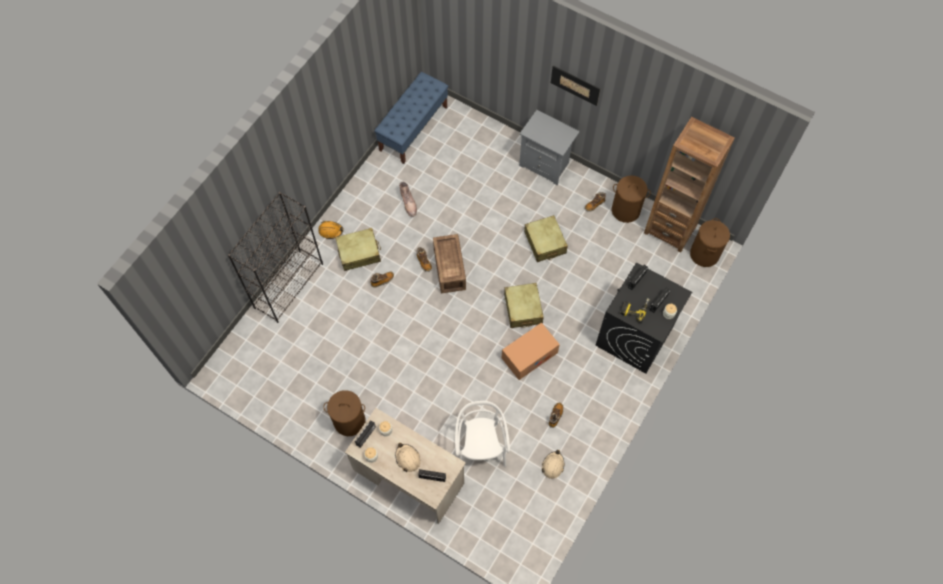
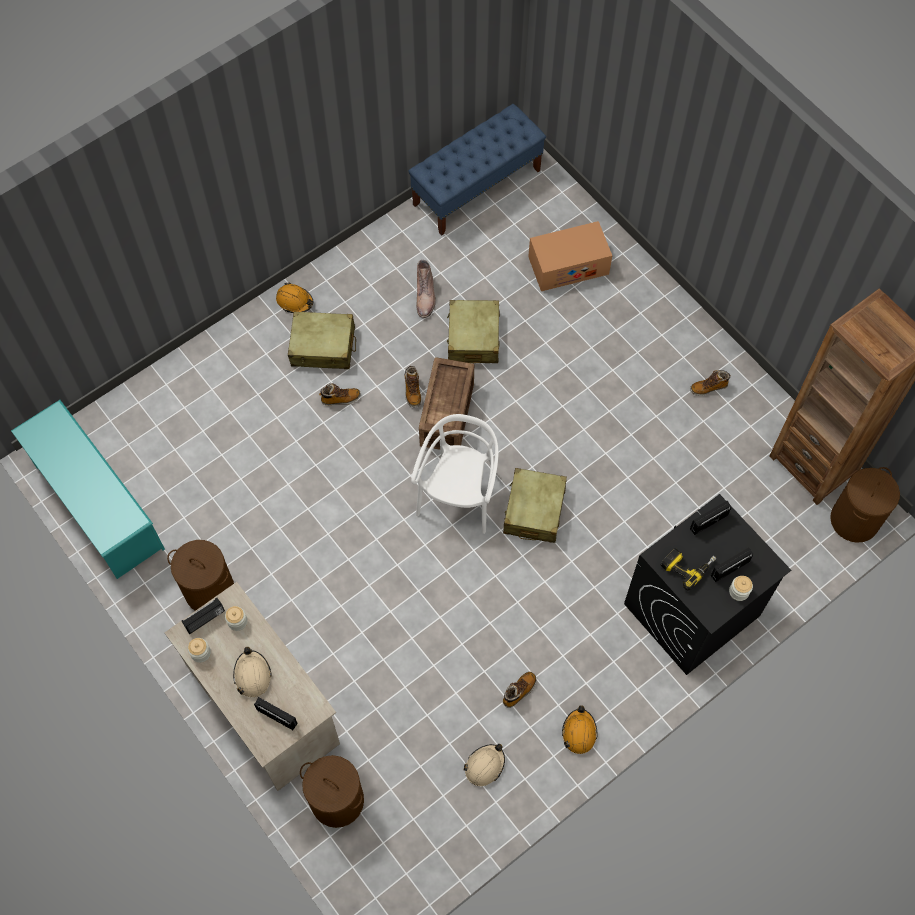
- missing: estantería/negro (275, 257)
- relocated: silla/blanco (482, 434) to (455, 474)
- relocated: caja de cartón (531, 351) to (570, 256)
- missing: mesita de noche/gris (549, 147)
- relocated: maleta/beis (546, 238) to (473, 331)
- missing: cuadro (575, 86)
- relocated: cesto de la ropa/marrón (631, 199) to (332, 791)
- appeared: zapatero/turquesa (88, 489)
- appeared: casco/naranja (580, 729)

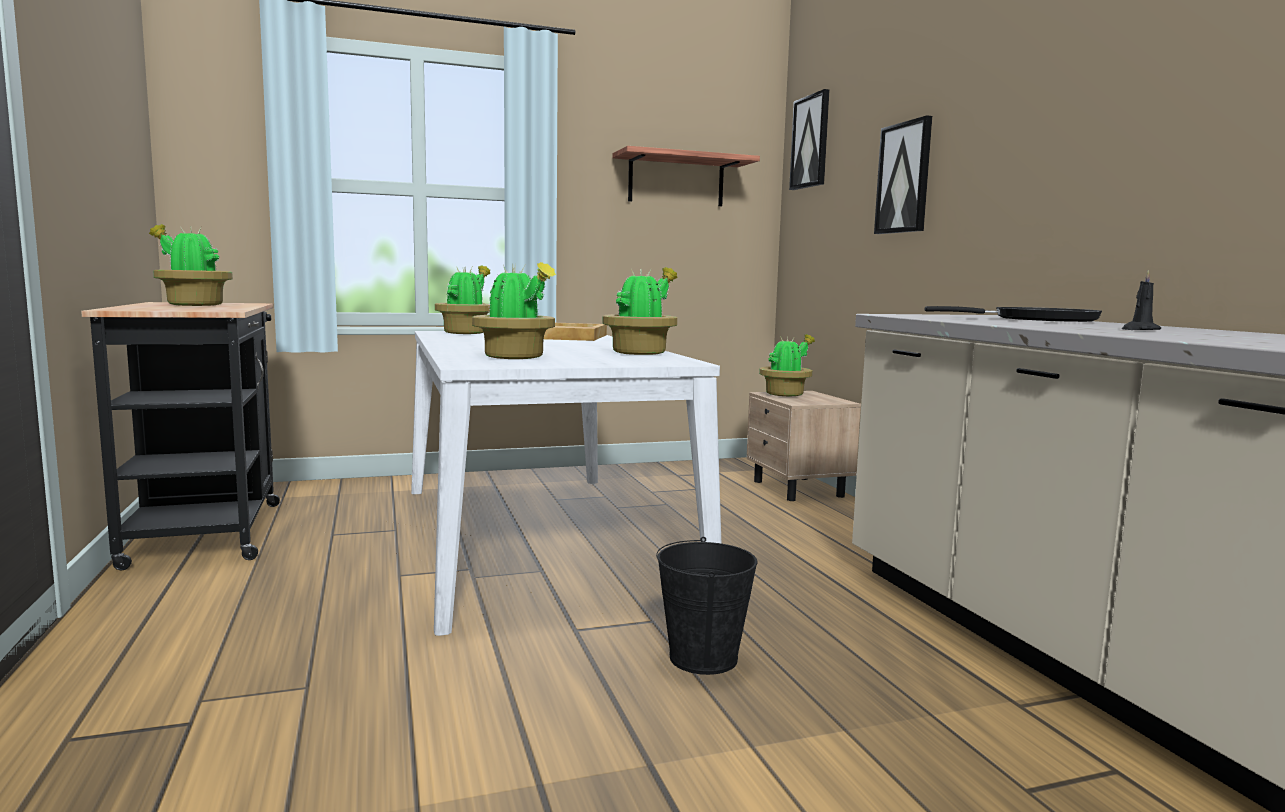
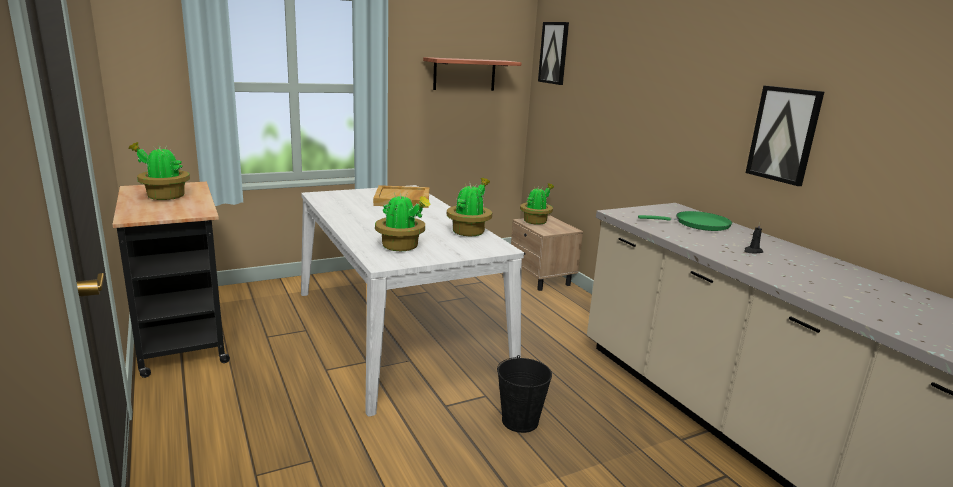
- missing: planta en maceta (462, 299)
- relocated: cuadro (903, 174) to (785, 136)
- colour: sartén/negro (1013, 314) to sartén/verde (685, 221)

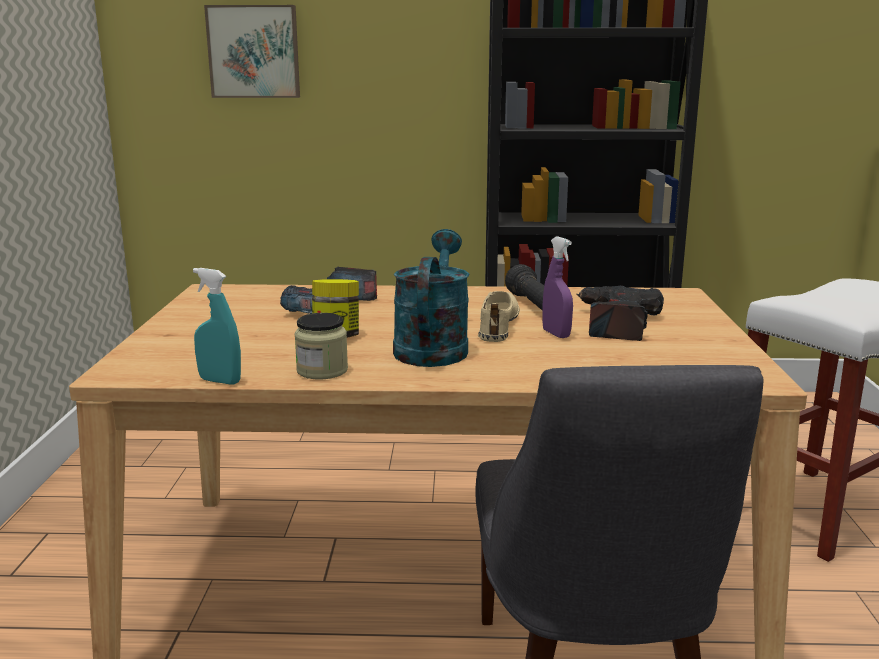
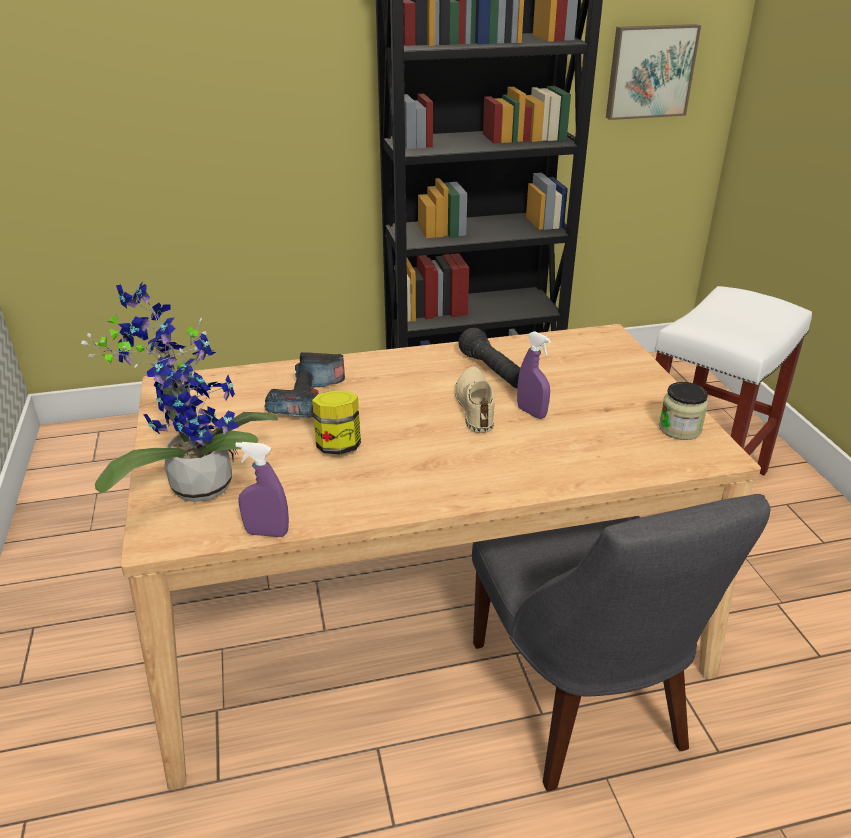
- colour: pulverizador/turquesa (217, 326) to pulverizador/morado (262, 489)
- relocated: cuadro (252, 51) to (653, 72)
- relocated: tarro (321, 346) to (683, 411)
- missing: regadera/turquesa (431, 298)
- missing: taladro (620, 313)
- appeared: planta en maceta (179, 392)

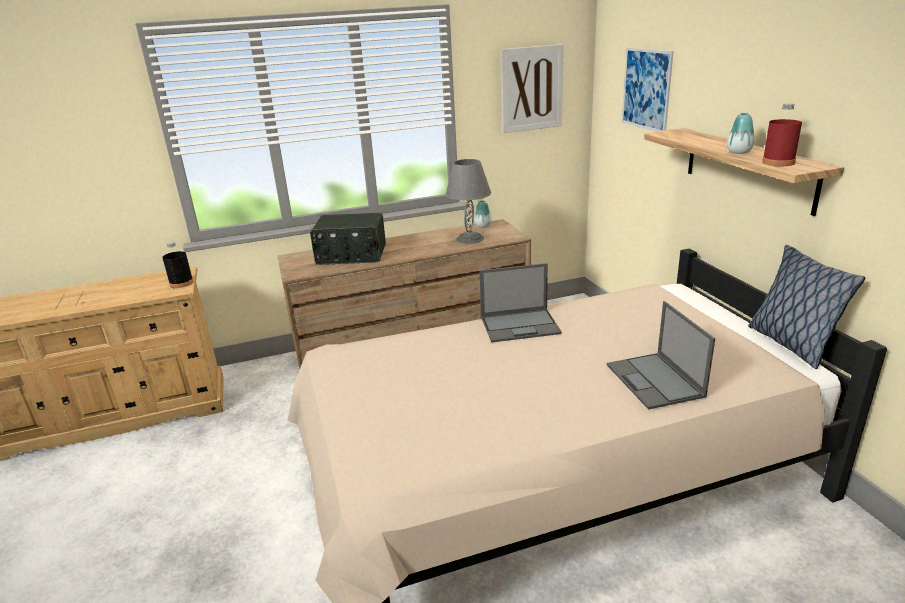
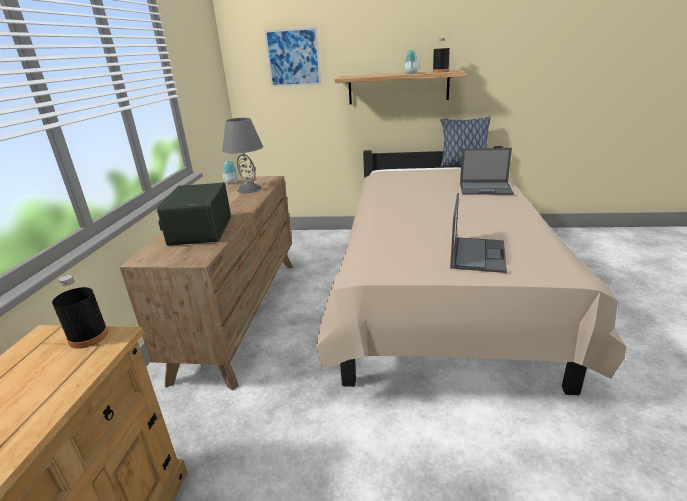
- spun: radio (348, 239) = (194, 214) 150 degrees clockwise
- relocated: portátil (521, 302) to (478, 233)
- missing: cuadro (532, 88)
- colour: botella/rojo (782, 134) to botella/negro (441, 55)

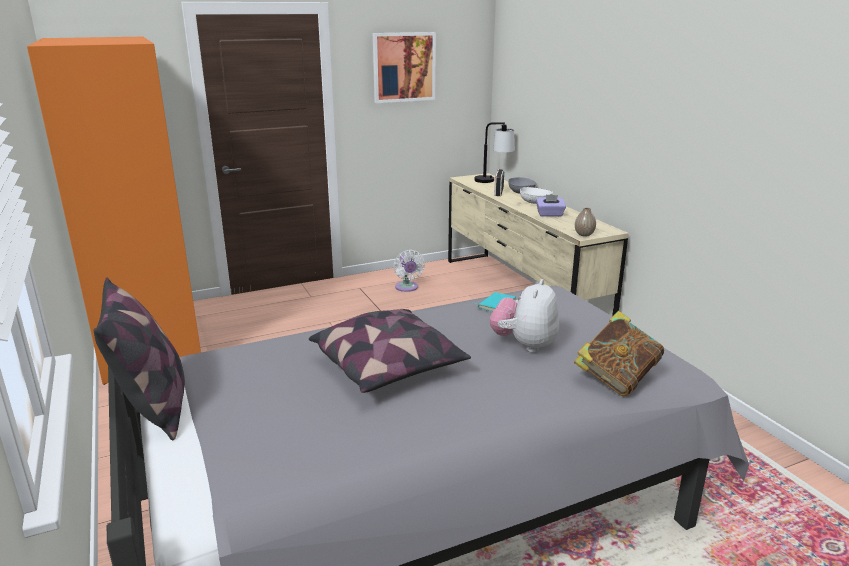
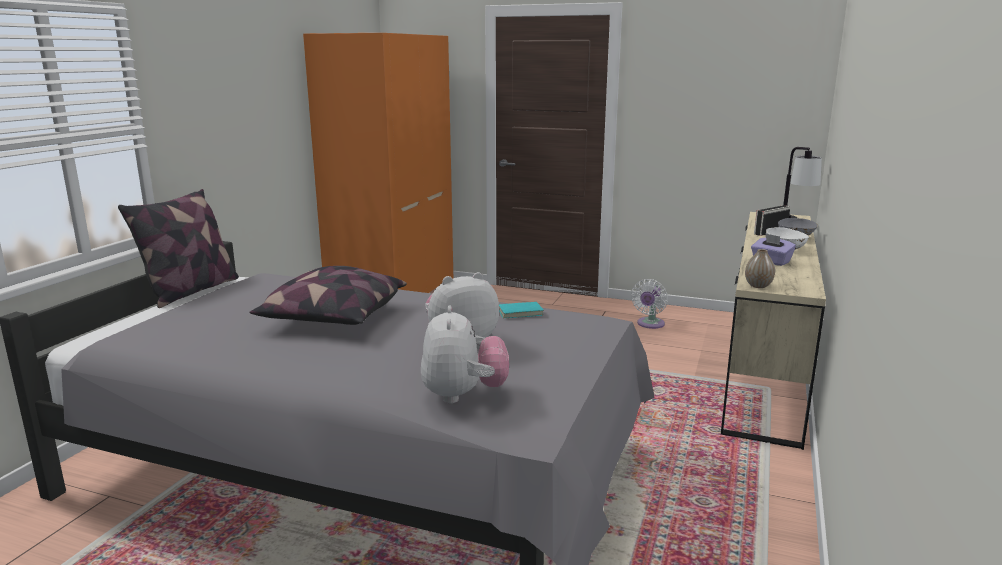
- missing: cuadro (404, 67)
- exchanged: libro (619, 353) to peluche (465, 354)

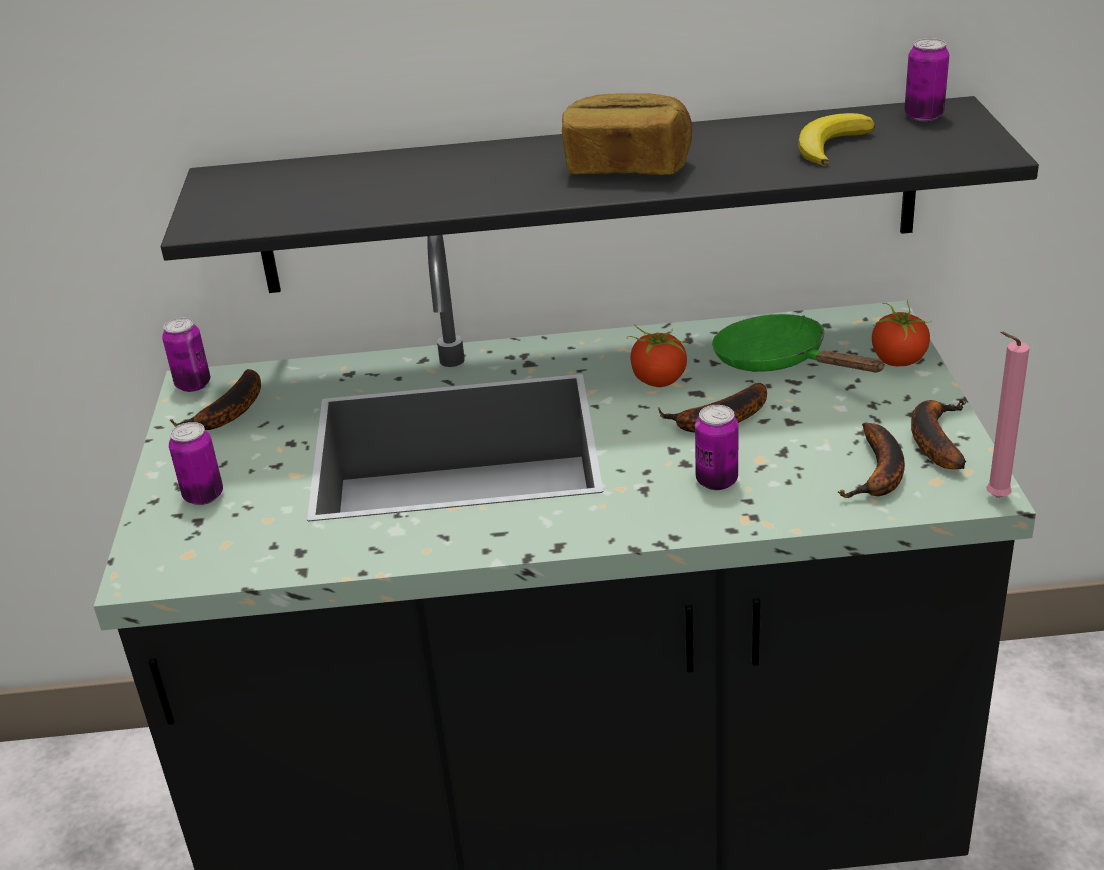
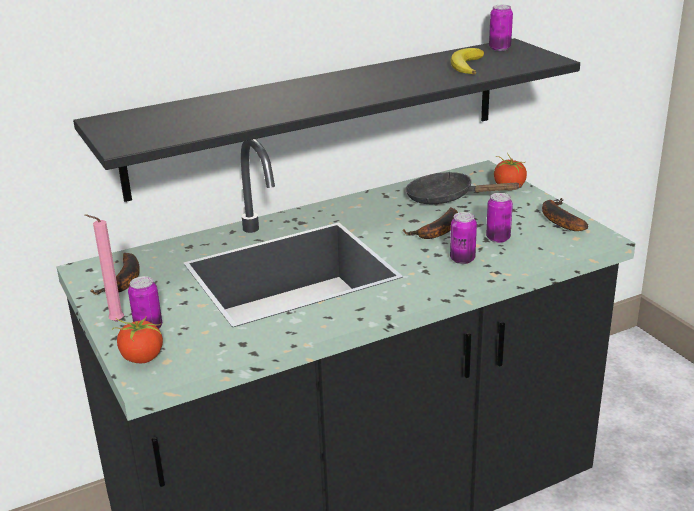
- relocated: lata (186, 355) to (499, 218)
- missing: pan (627, 134)
- relocated: tomate (657, 355) to (137, 340)
- colour: sartén/verde (798, 343) to sartén/negro (463, 188)
- missing: plátano (871, 460)
- relocated: vela/rosa (1007, 415) to (104, 268)

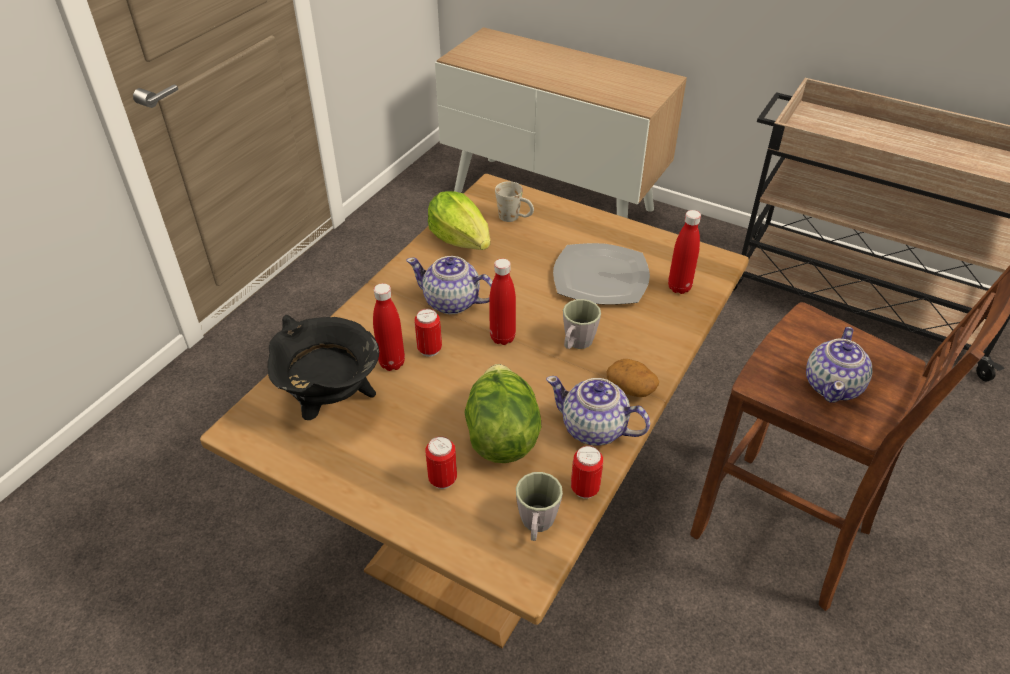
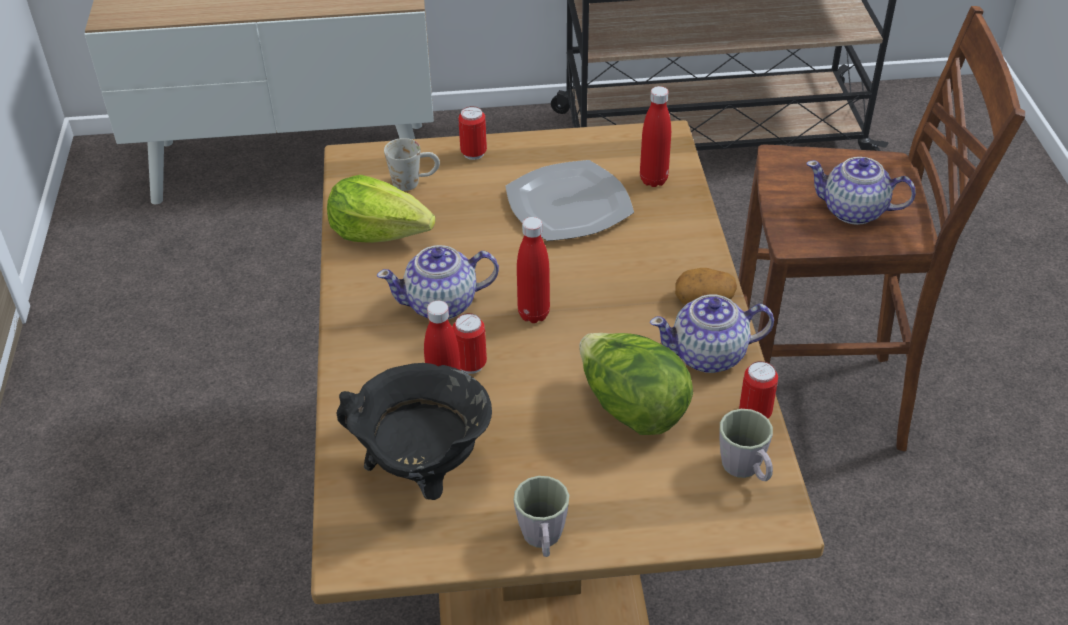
- relocated: lata (441, 462) to (472, 133)
- relocated: taza grande/gris (582, 324) to (541, 516)
- spun: tetera (839, 364) = (861, 191) 120 degrees clockwise

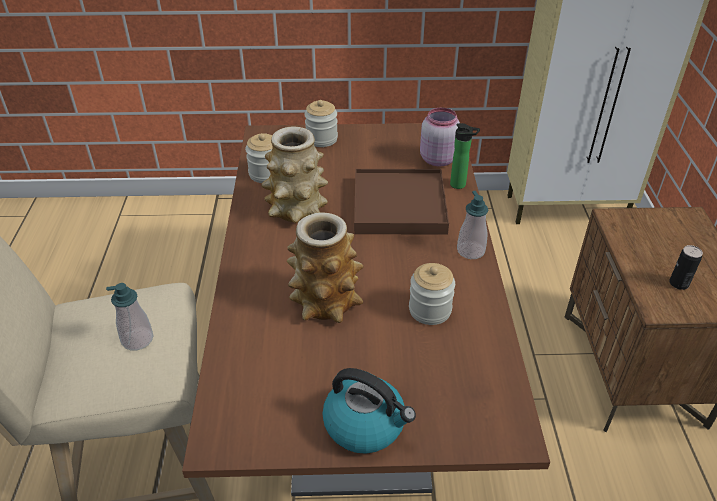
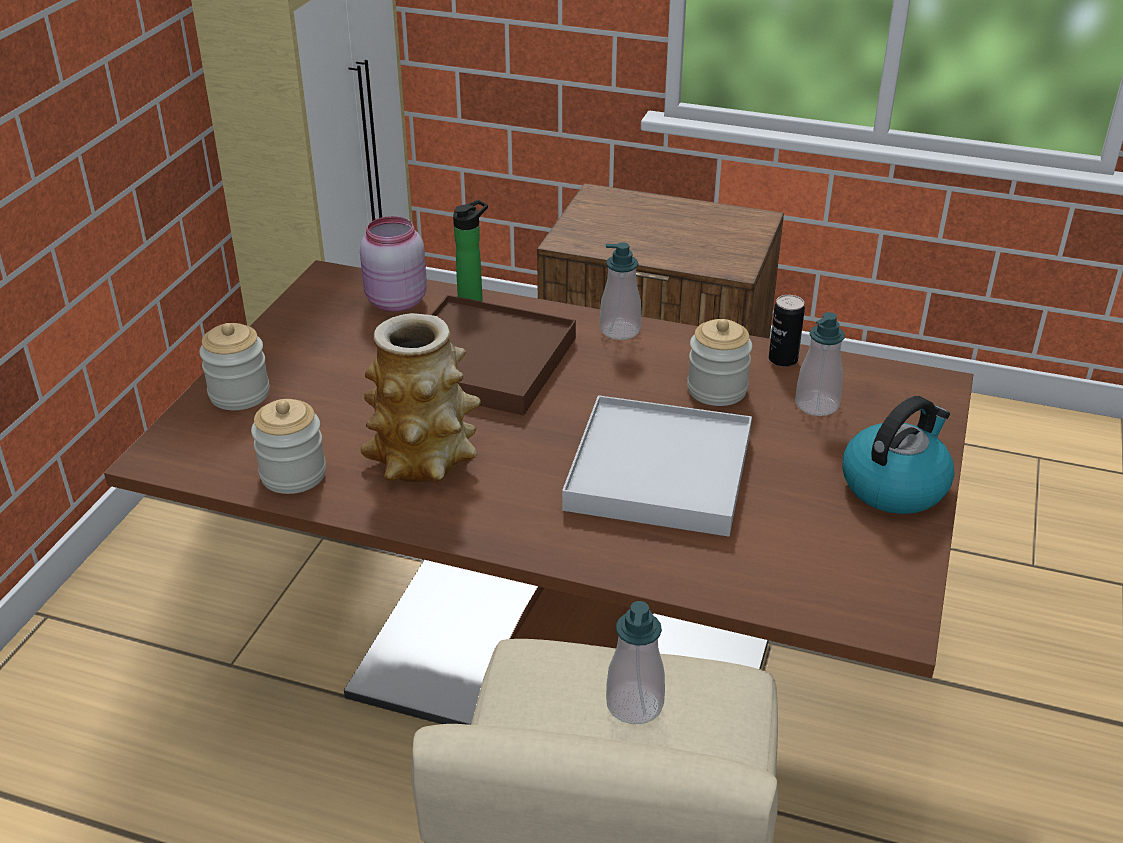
- exchanged: florero (325, 267) to bandeja/blanco (657, 466)
- relocated: lata (686, 267) to (787, 331)
- appeared: dispensador de jabón (820, 364)

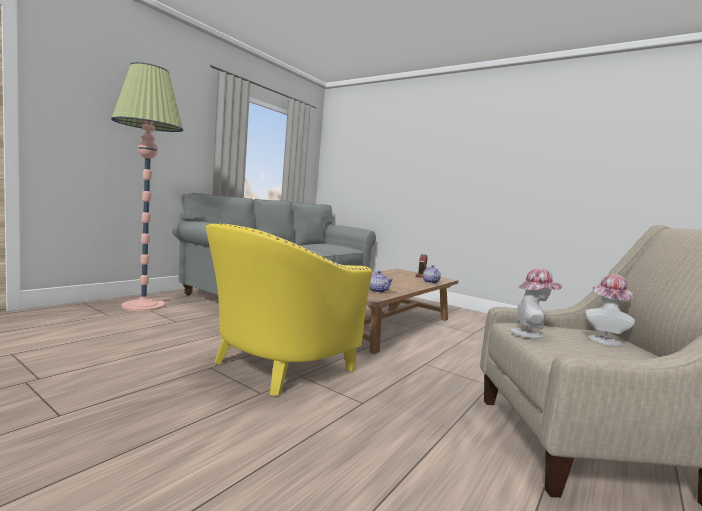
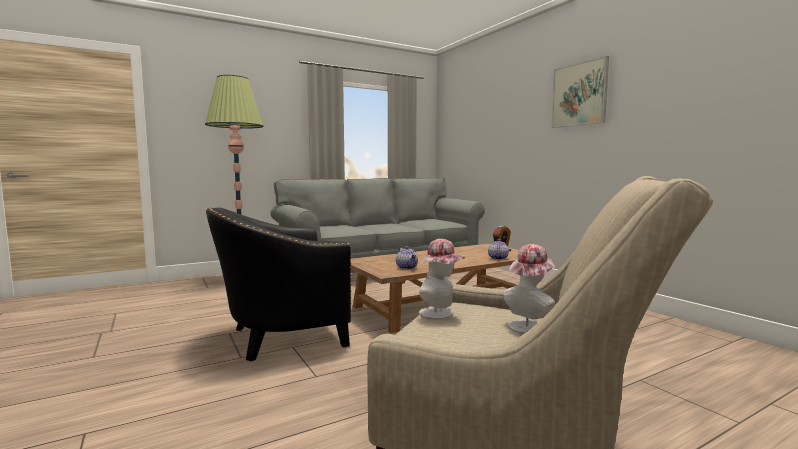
- colour: sillón/amarillo (289, 309) to sillón/negro (278, 284)
- appeared: cuadro (580, 92)

